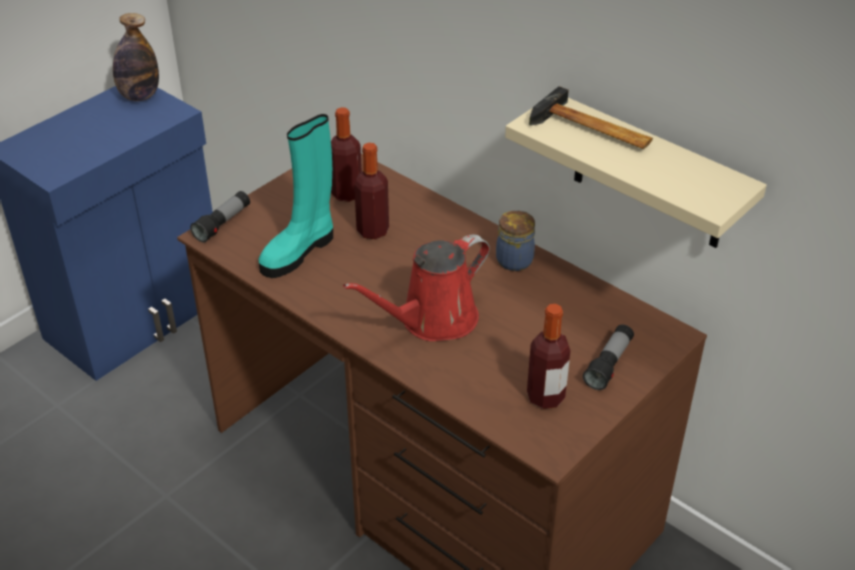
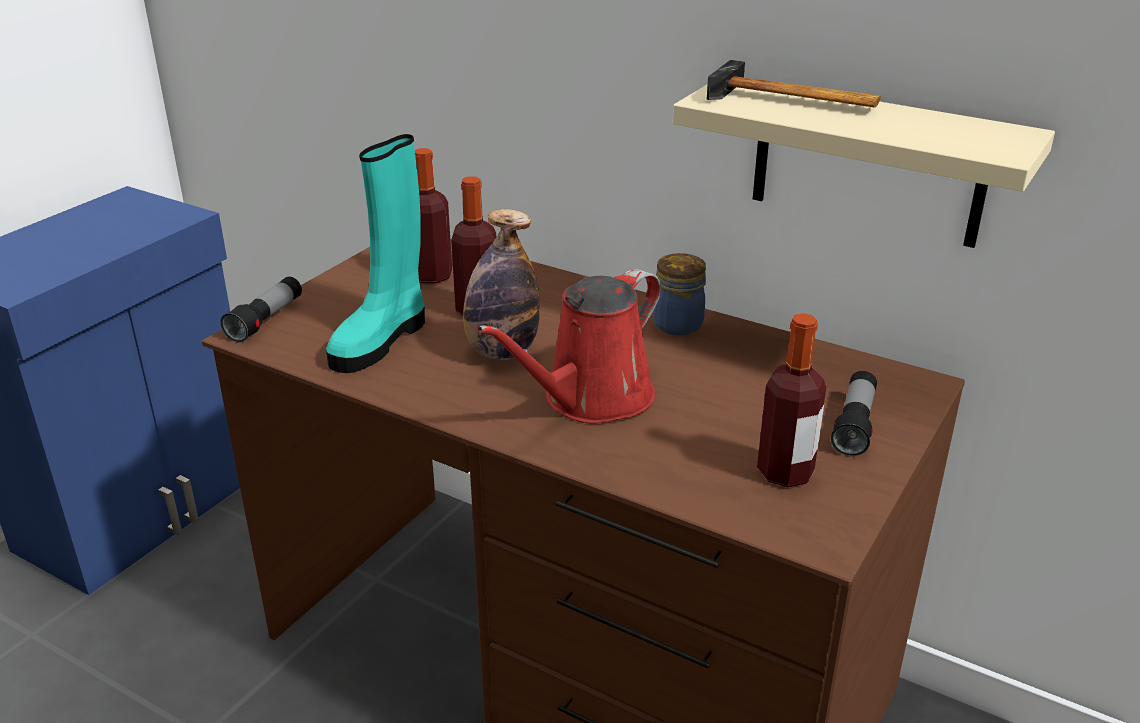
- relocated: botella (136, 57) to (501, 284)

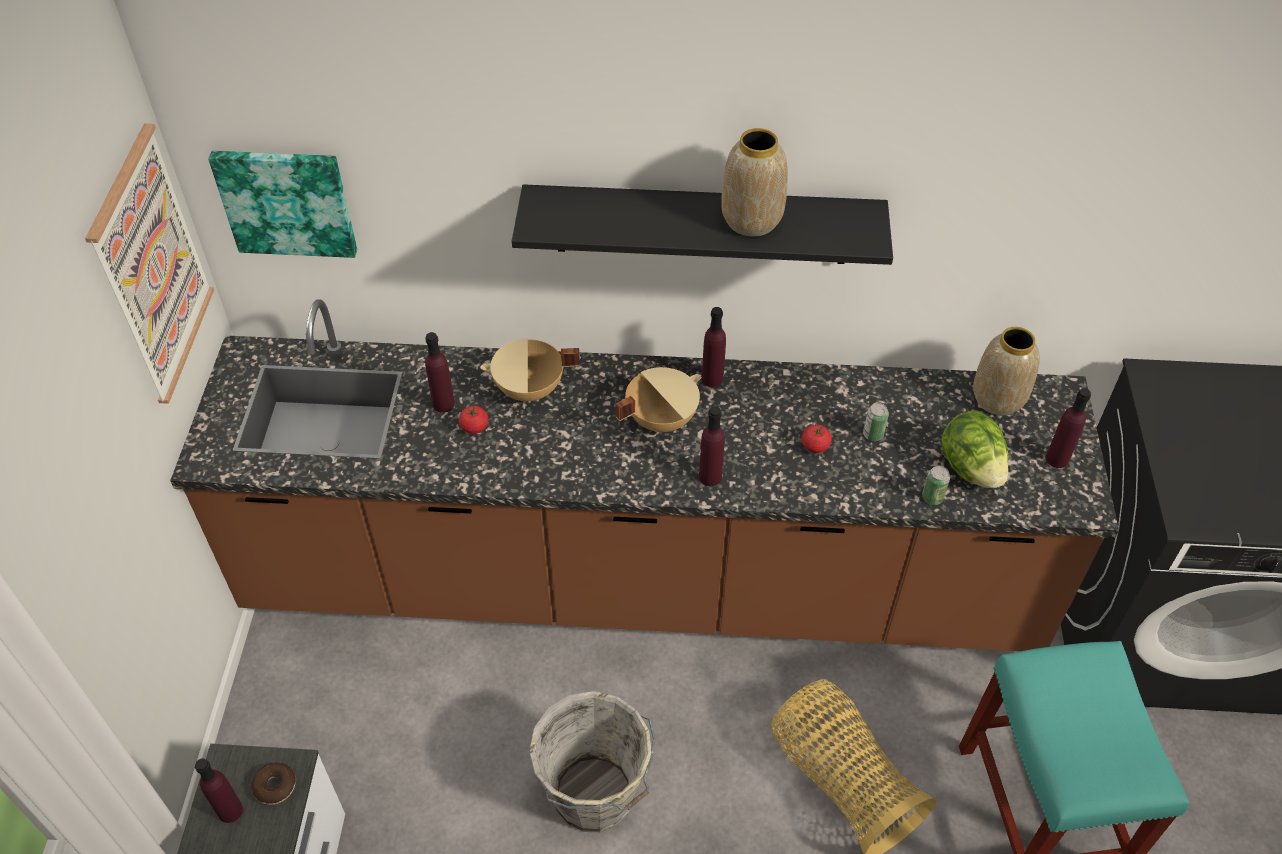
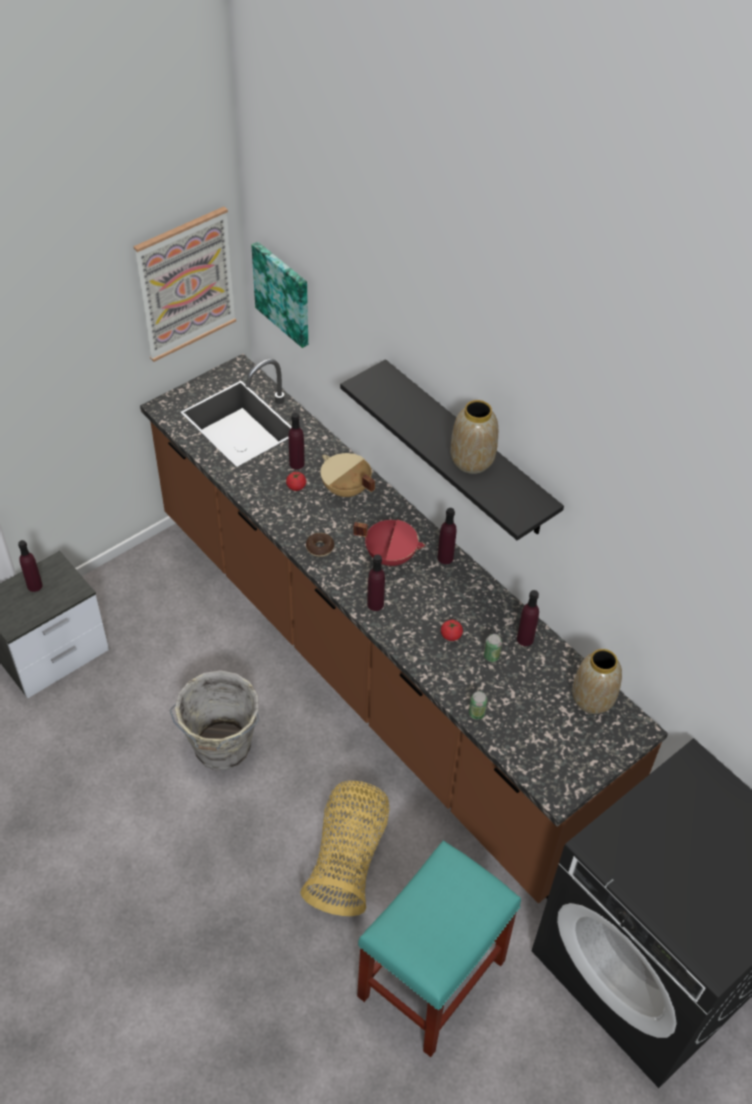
- relocated: rosquilla (274, 783) to (320, 545)
- colour: olla/beis (658, 399) to olla/rojo (389, 543)
- missing: lechuga (975, 449)
- relocated: botella/morado (1068, 428) to (528, 618)

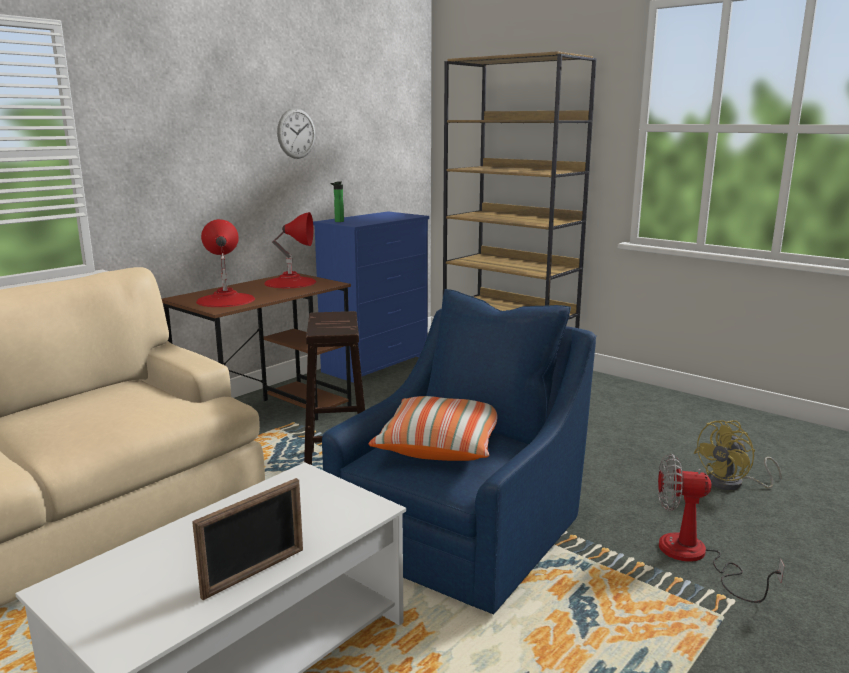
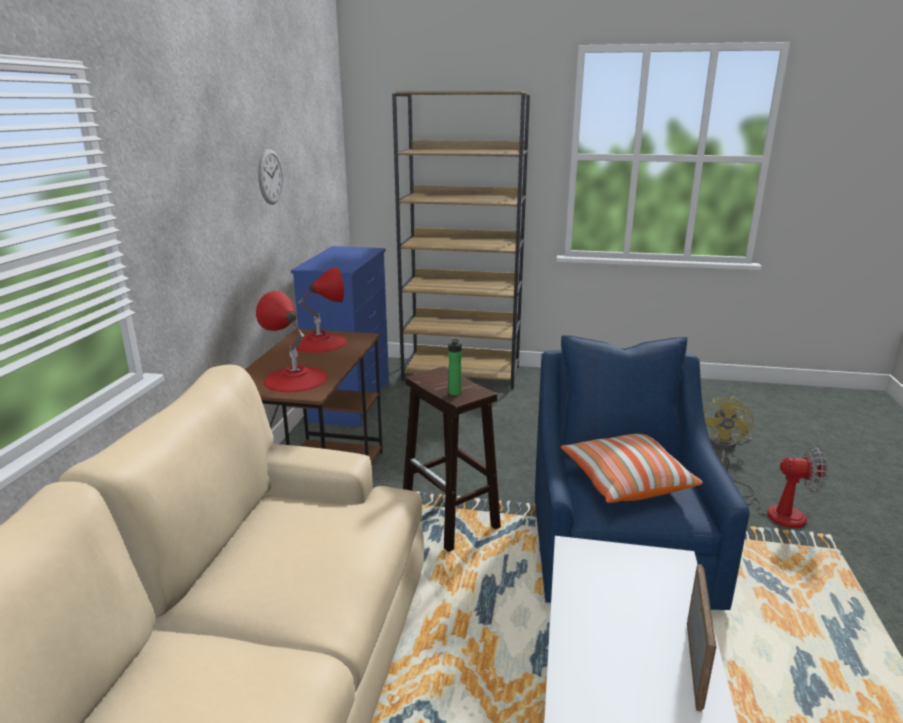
- relocated: botella (337, 201) to (455, 366)
- spun: ventilador (721, 528) = (774, 487) 150 degrees counterclockwise

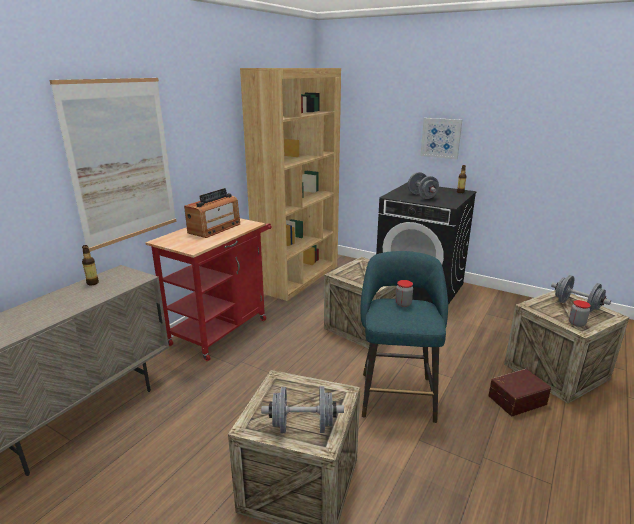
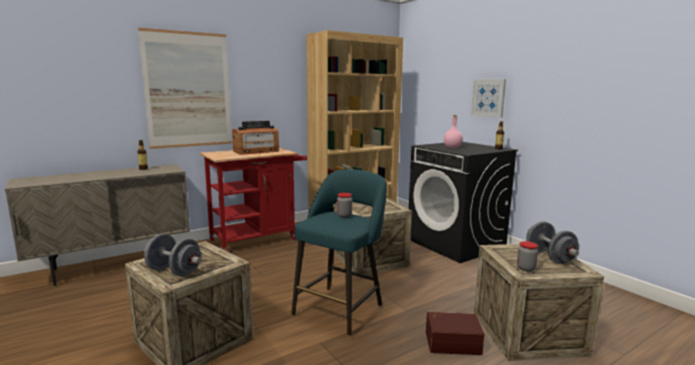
- exchanged: mancuerna/gris (423, 185) to botella/rosa (453, 131)

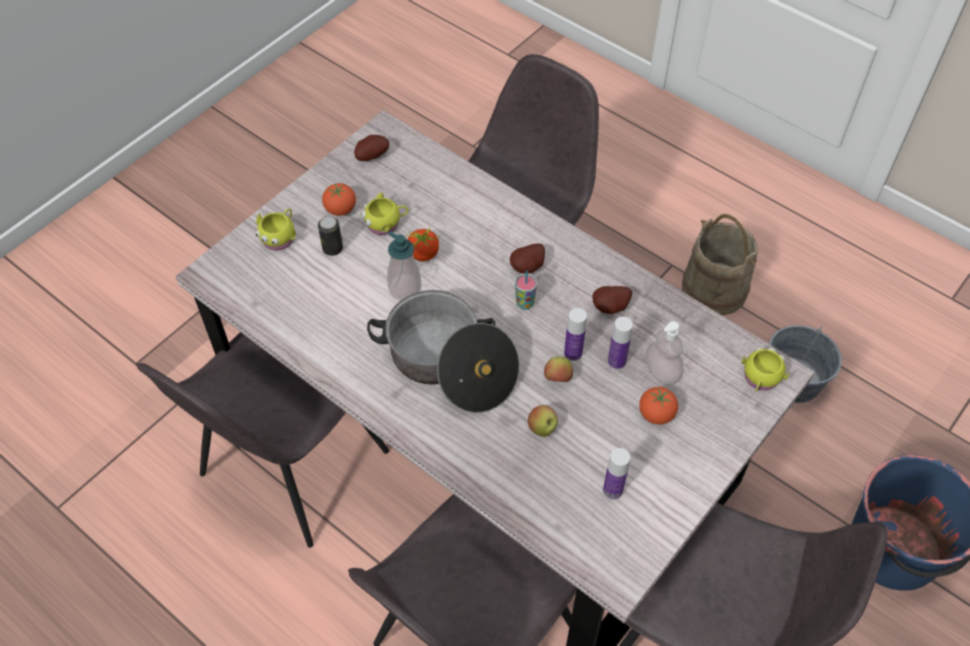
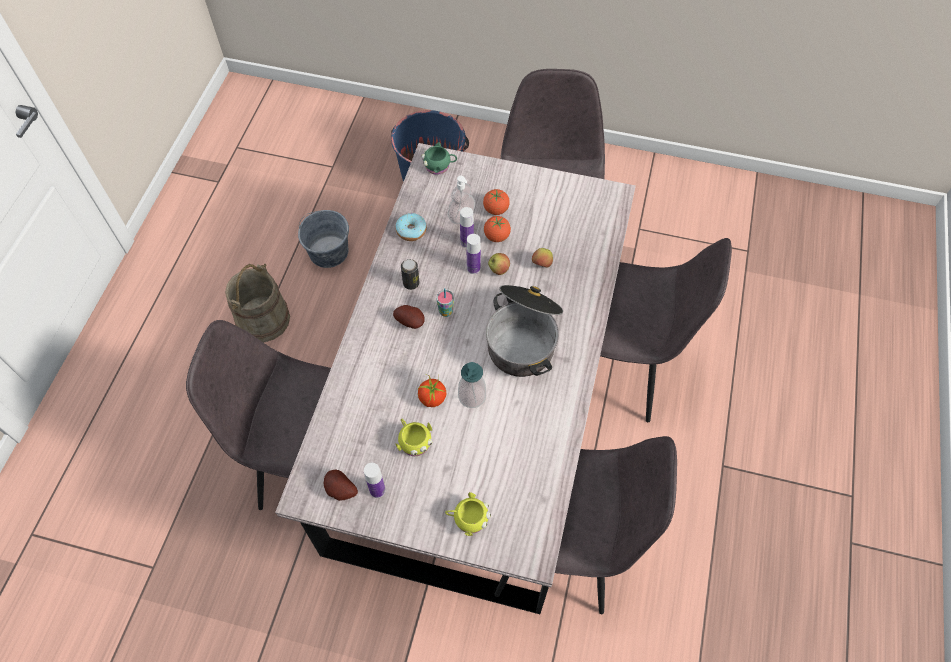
- relocated: lata (330, 236) to (410, 274)
- relocated: tomate (339, 199) to (497, 229)
- missing: patata (612, 300)
- relocated: botella (616, 474) to (375, 480)
- colour: taza grande/amarillo (765, 369) to taza grande/verde (439, 158)
- appeared: rosquilla (411, 227)

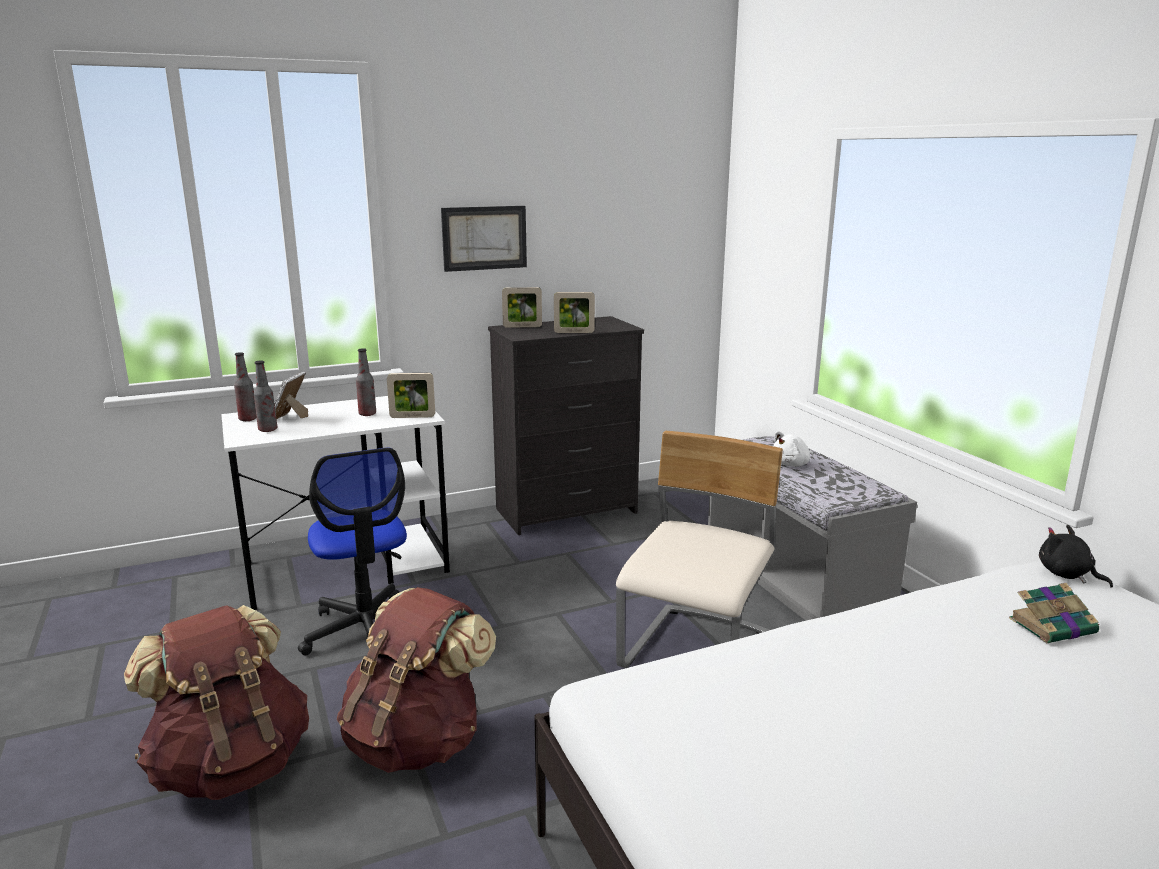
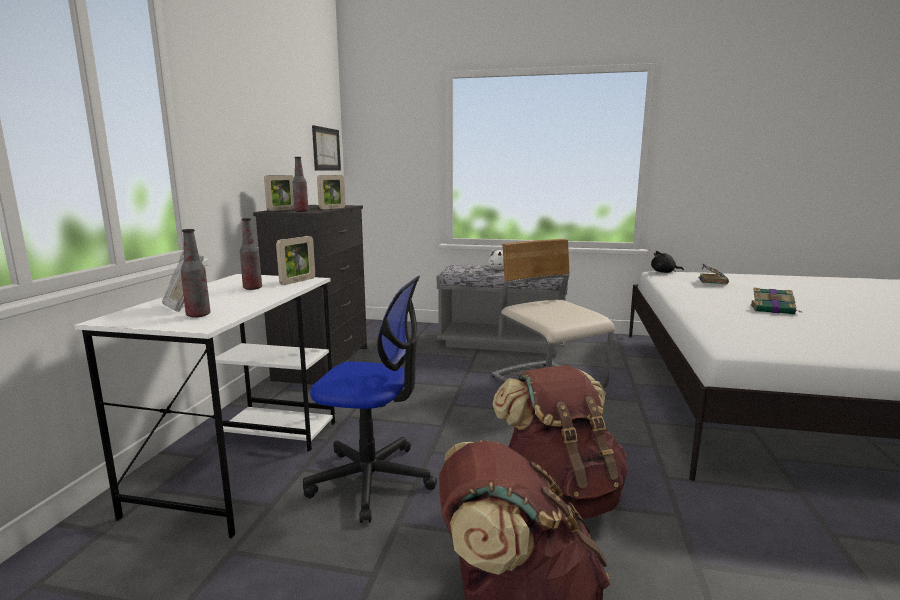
- relocated: botella (245, 386) to (301, 184)
- relocated: cuadro (484, 239) to (326, 148)
- appeared: libro (775, 301)

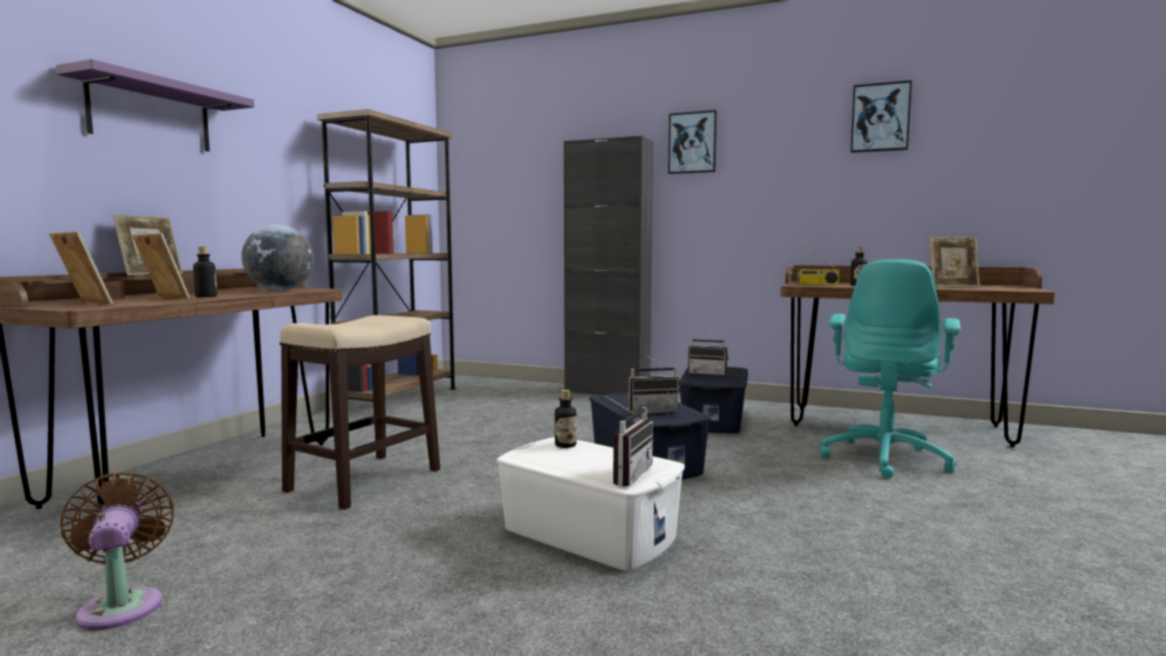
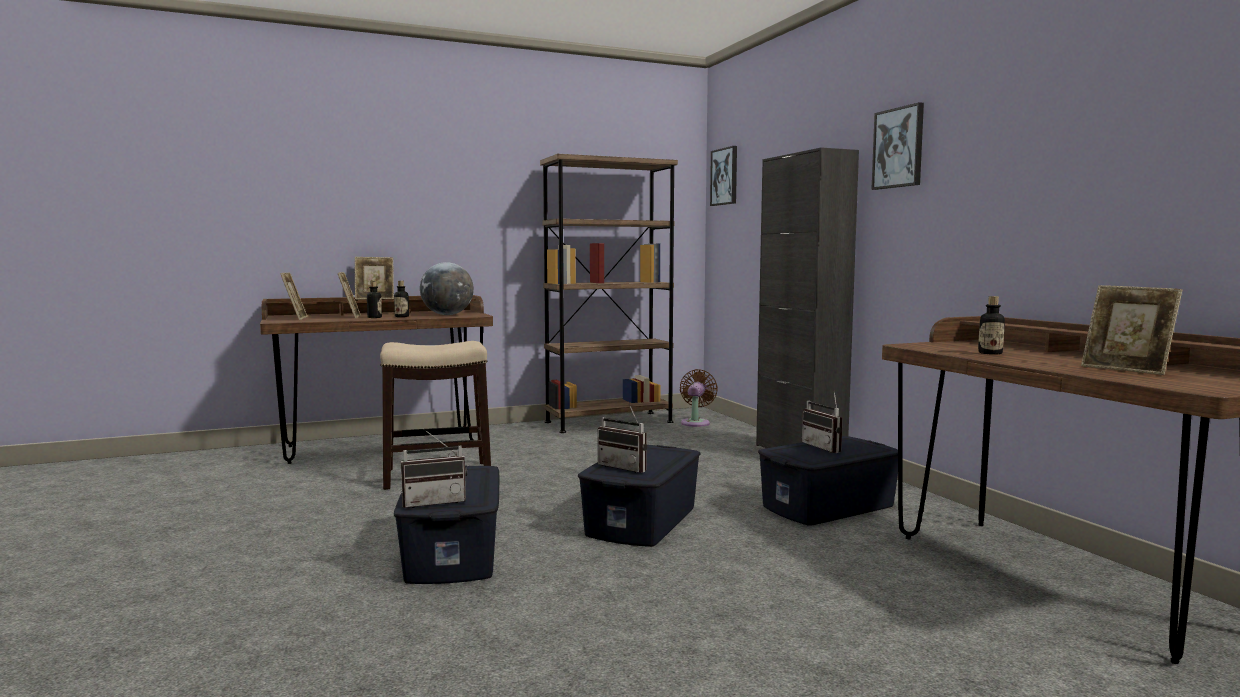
- missing: estante/morado (155, 105)
- relocated: ventilador/marrón (117, 552) to (699, 398)
- colour: caja de almacenaje/blanco (591, 504) to caja de almacenaje/azul (446, 524)
- relocated: botella (566, 419) to (401, 299)
- missing: radio (818, 266)
- missing: silla de oficina/turquesa (890, 368)
- relocated: cuadro (881, 116) to (723, 176)

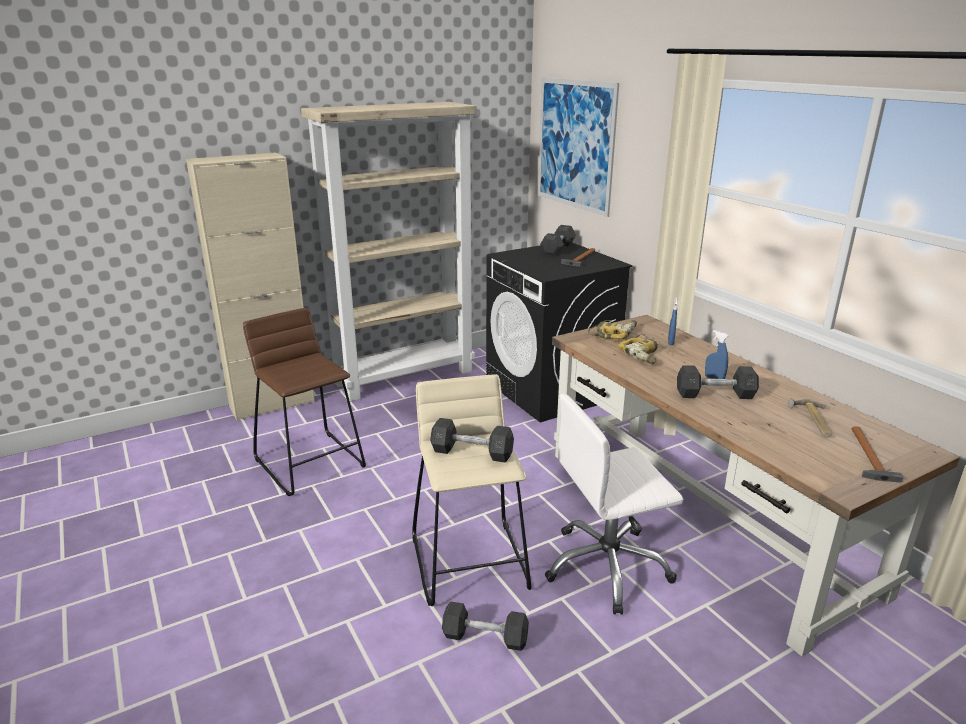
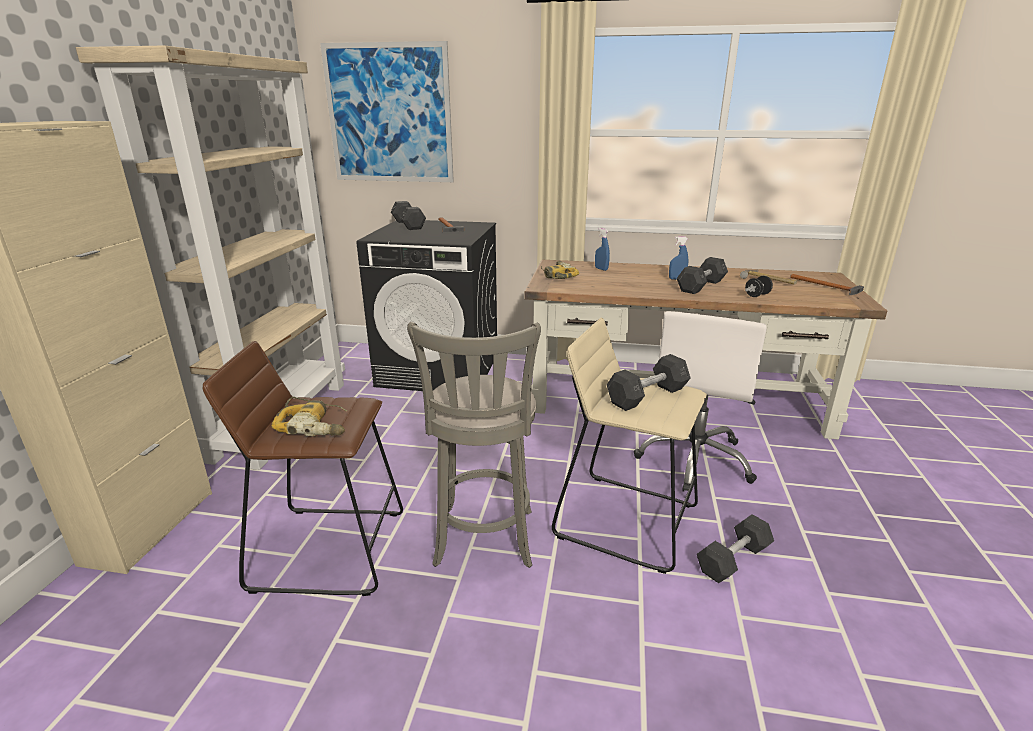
- relocated: taladro (643, 348) to (309, 416)
- appeared: taburete/gris (474, 445)
- appeared: mancuerna/negro (759, 286)

